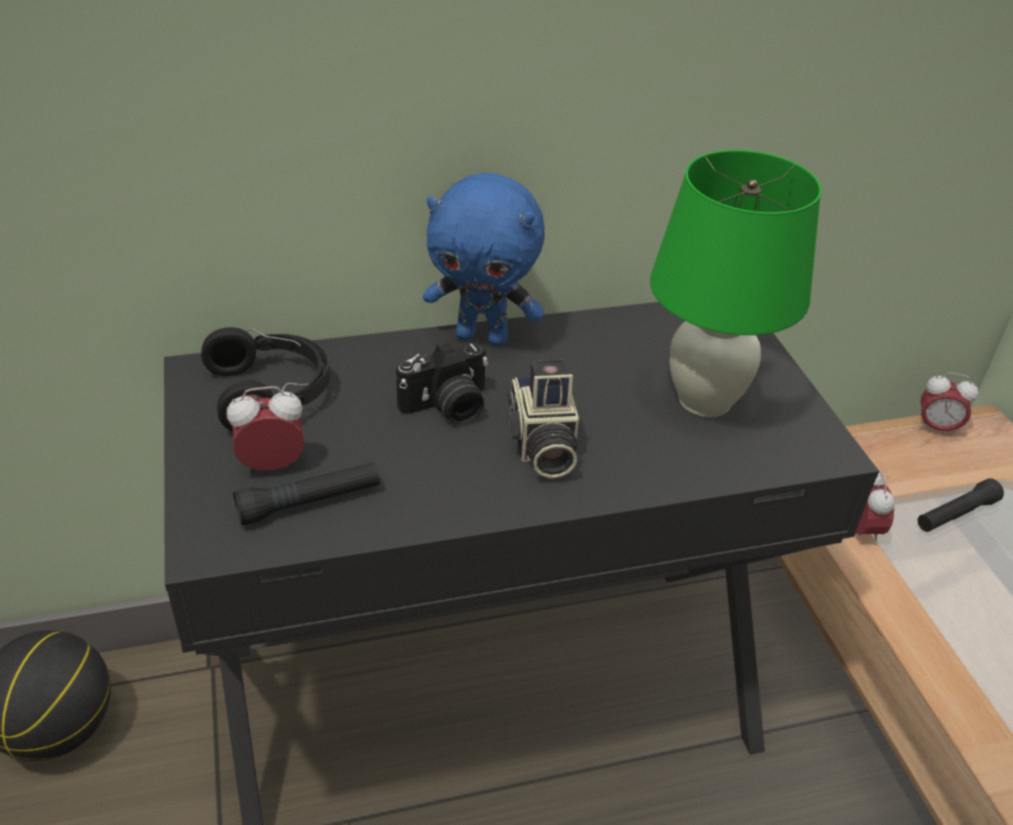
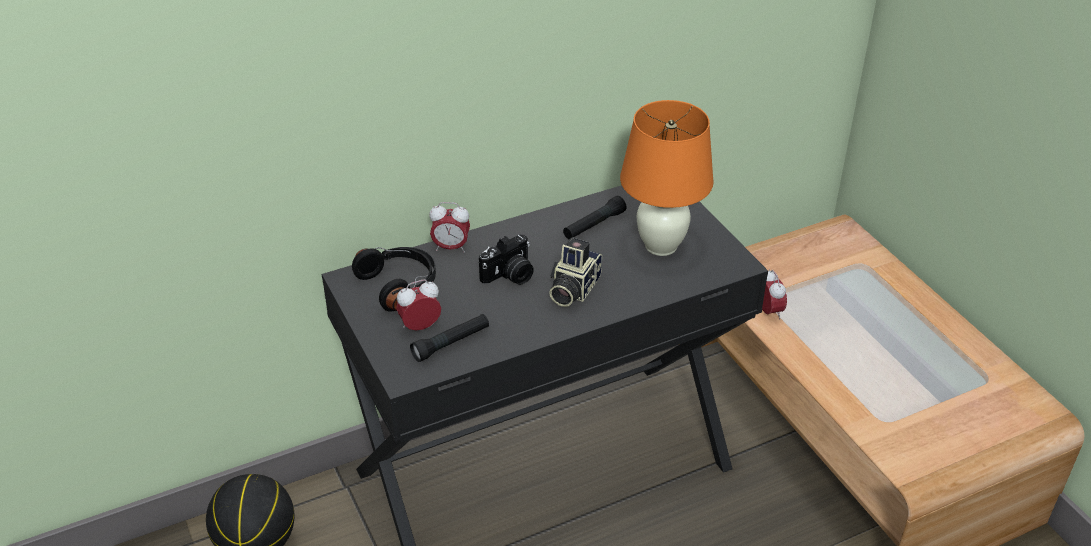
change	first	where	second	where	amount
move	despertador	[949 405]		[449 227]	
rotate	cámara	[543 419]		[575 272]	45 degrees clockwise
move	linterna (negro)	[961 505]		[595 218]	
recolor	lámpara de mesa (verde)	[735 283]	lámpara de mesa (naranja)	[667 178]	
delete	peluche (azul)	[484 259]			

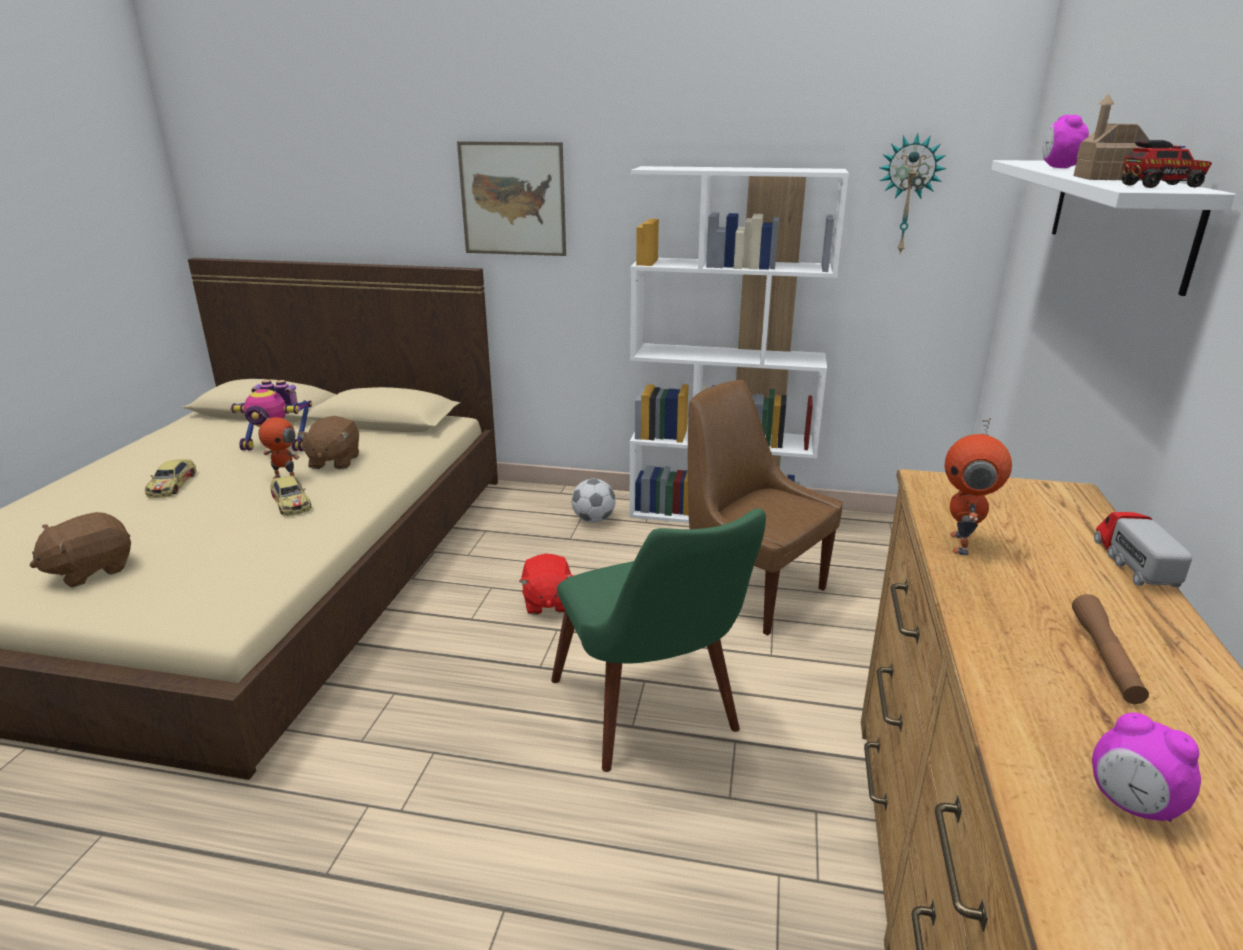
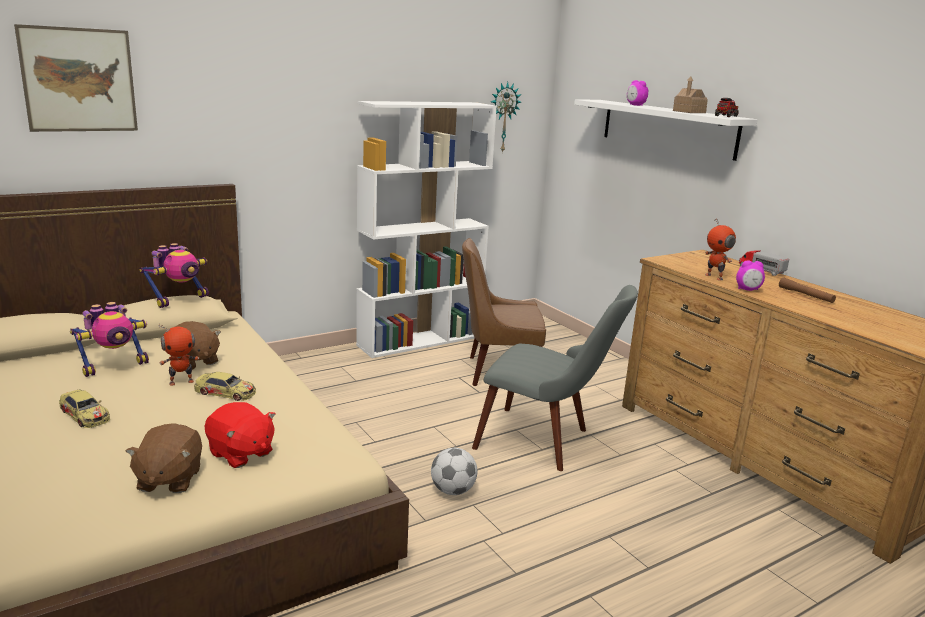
change	first	where	second	where	amount
move	cuadro	[511 198]		[76 78]	
insert			robot de juguete	[174 275]	
move	peluche (rojo)	[546 584]		[240 435]	
move	balón de fútbol	[593 501]		[454 471]	
recolor	silla (verde)	[658 640]	silla (gris)	[555 378]	
move	despertador	[1146 767]		[750 276]	

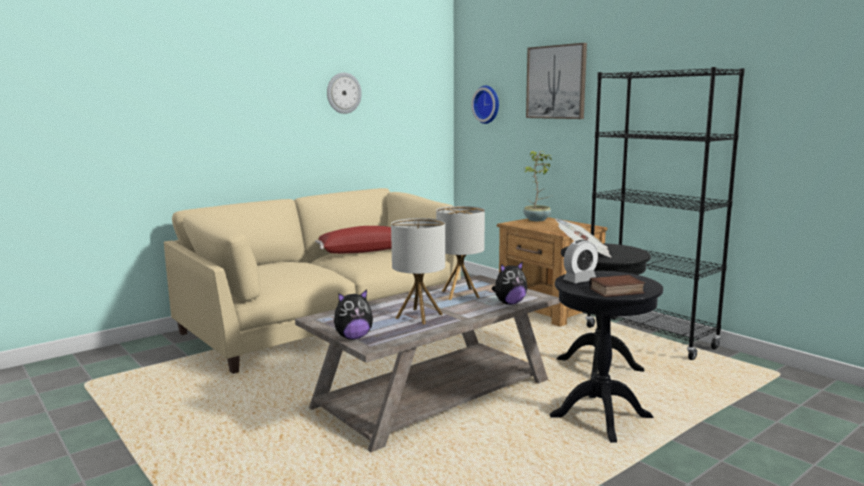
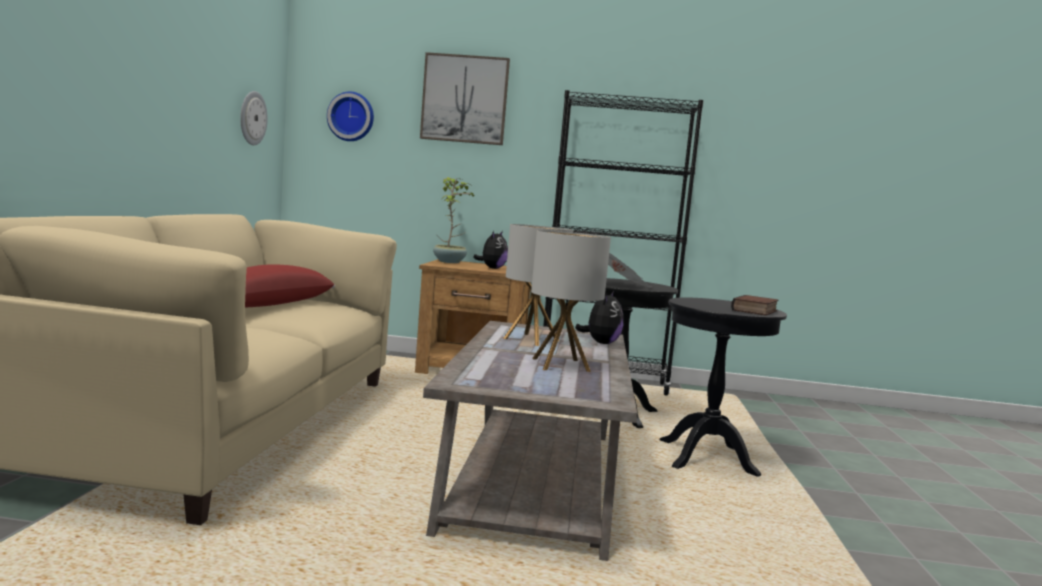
change	first	where	second	where	amount
move	reloj de pared	[344 93]		[254 118]	
move	peluche	[353 314]		[490 250]	
delete	despertador	[580 261]			

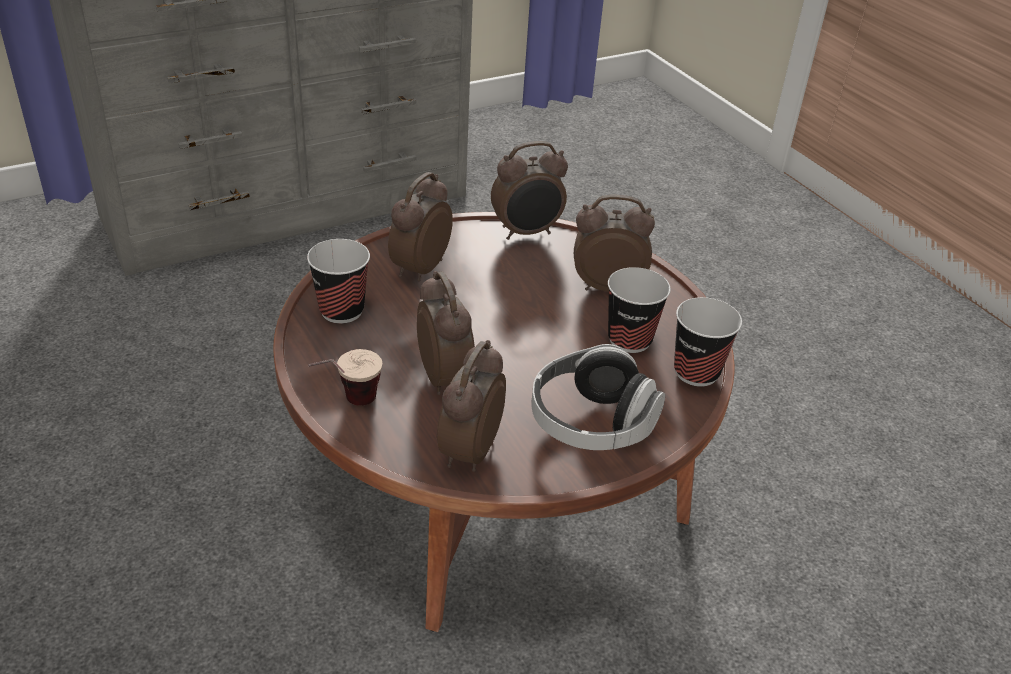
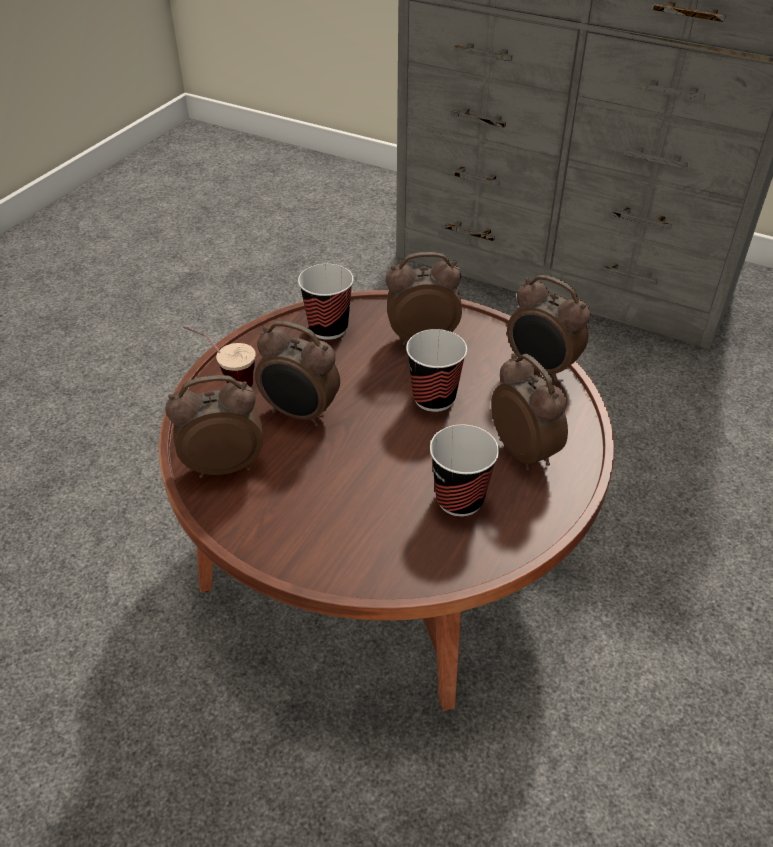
change	first	where	second	where	amount
rotate	despertador	[446 333]		[297 374]	75 degrees clockwise
move	taza	[708 342]		[436 370]	
delete	auriculares	[598 397]			

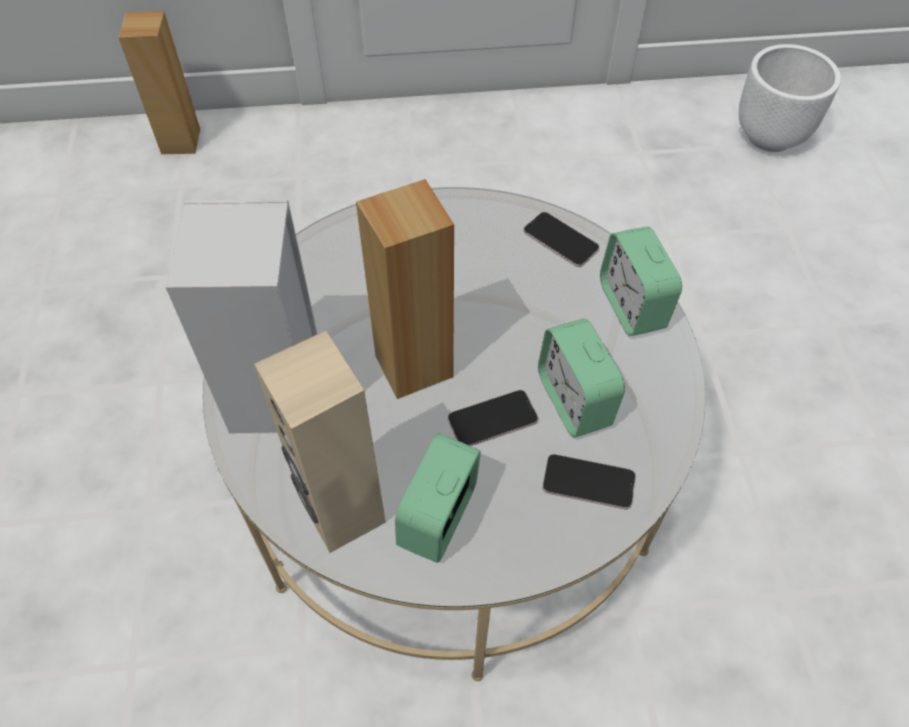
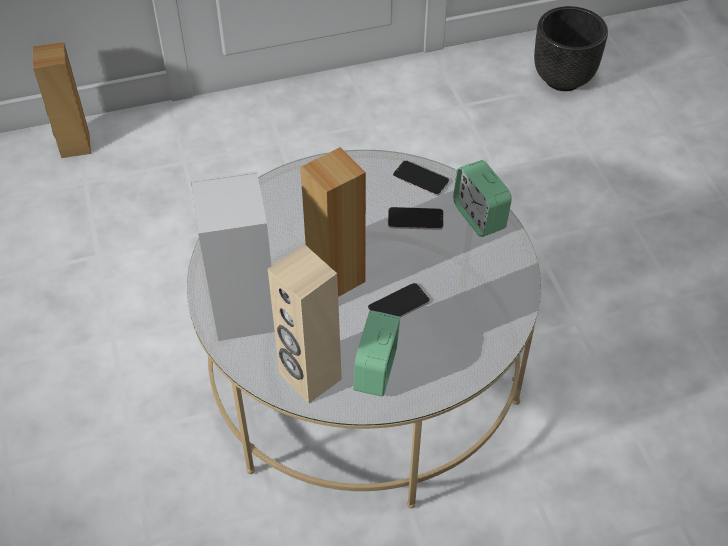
change	first	where	second	where	amount
move	móvil	[589 481]		[416 218]	
recolor	maceta (blanco)	[790 98]	maceta (negro)	[571 48]	
delete	despertador	[581 378]			

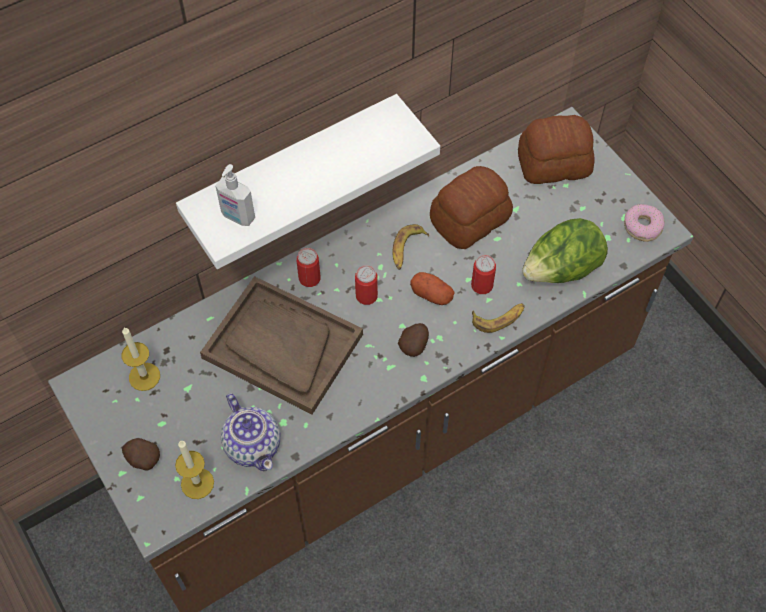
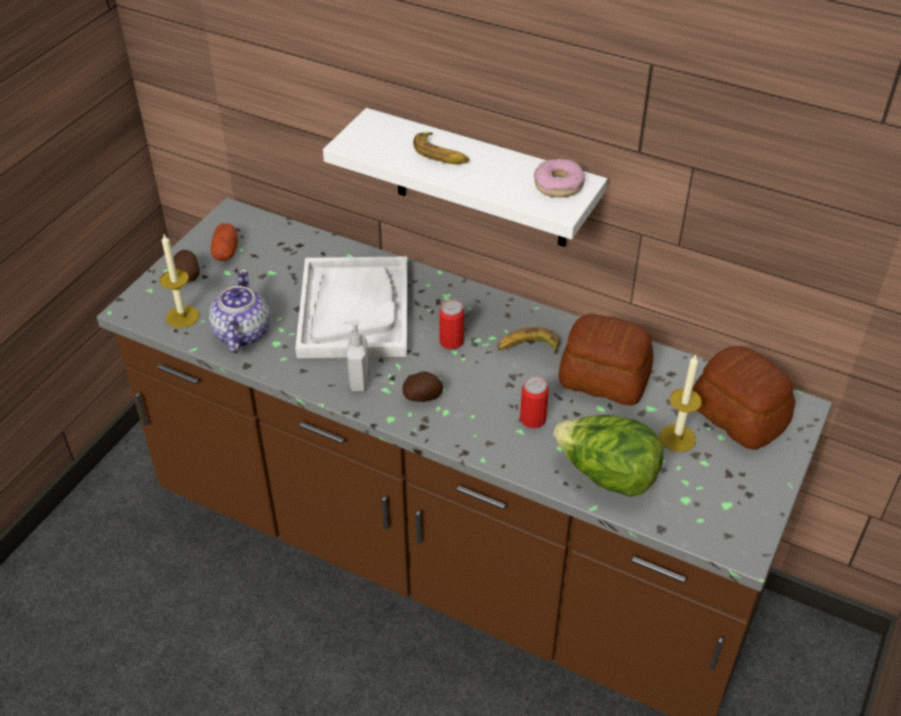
change	first	where	second	where	amount
rotate	tetera	[251 432]		[239 311]	150 degrees clockwise
move	patata	[432 288]		[224 242]	
recolor	bandeja (marrón)	[281 345]	bandeja (blanco)	[351 307]	
move	dispensador de jabón	[235 195]		[356 355]	
move	plátano	[498 318]		[441 148]	
move	rosquilla	[644 223]		[559 178]	
move	vela	[140 359]		[681 403]	
delete	lata	[308 267]			

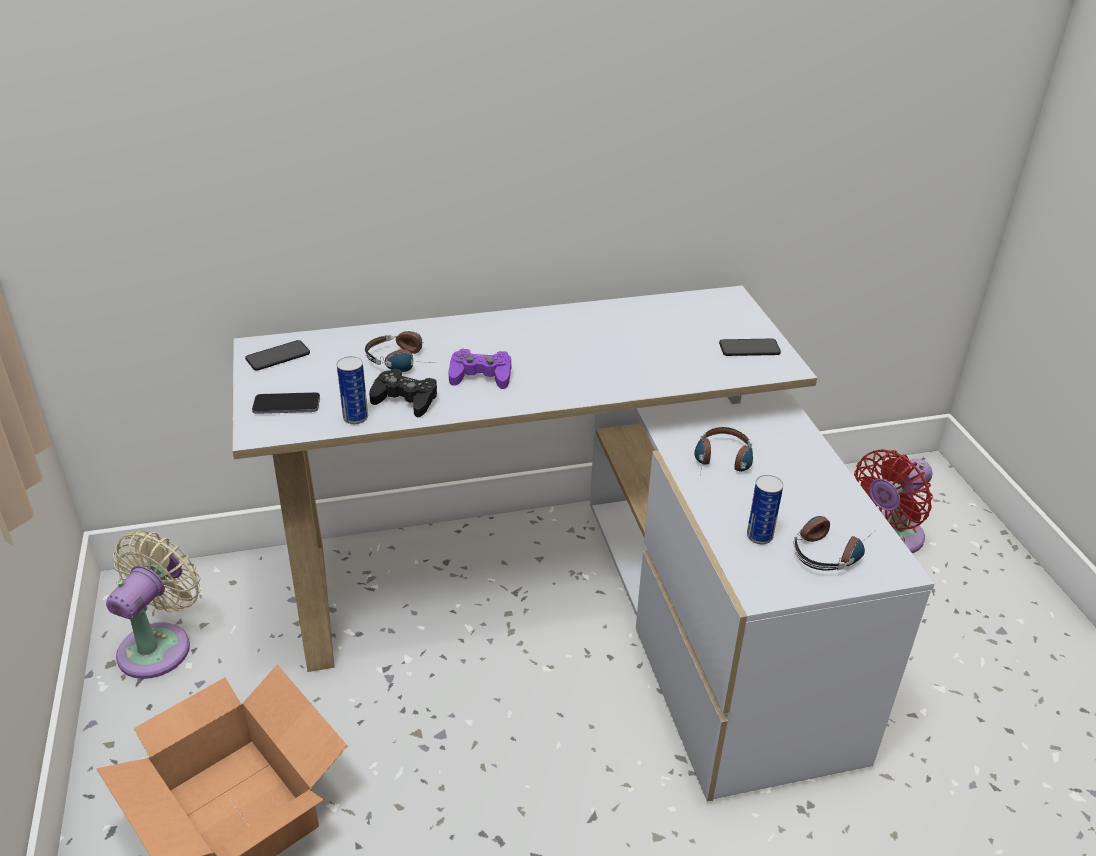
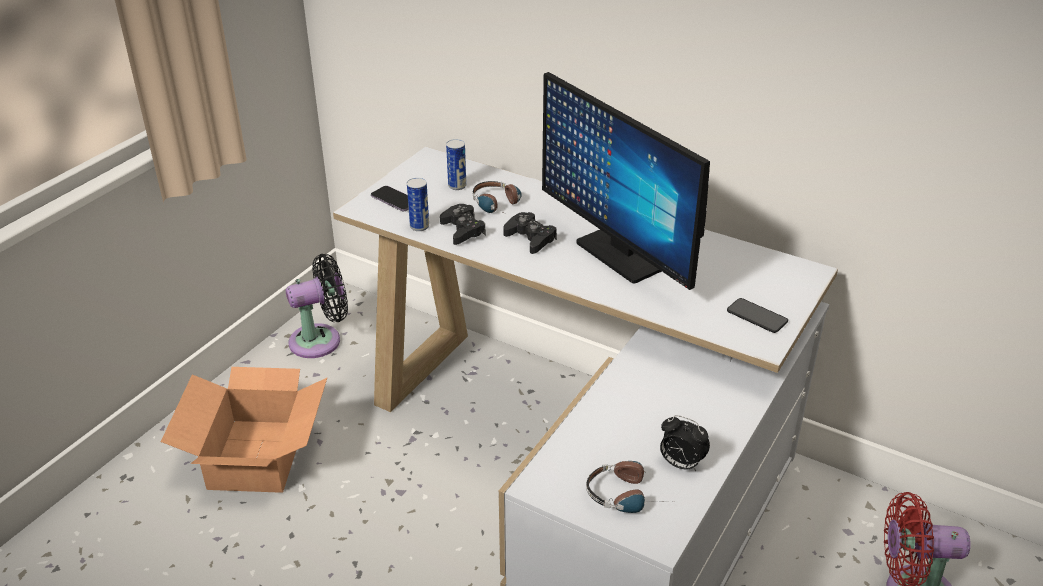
change	first	where	second	where	amount
recolor	ventilador (beis)	[153 605]	ventilador (negro)	[317 306]	
move	lata	[765 509]		[456 164]	
recolor	mando de consola (morado)	[480 369]	mando de consola (negro)	[530 233]	
insert			monitor	[626 181]	
insert			despertador	[685 443]	
delete	móvil	[277 355]			
delete	auriculares	[723 450]			

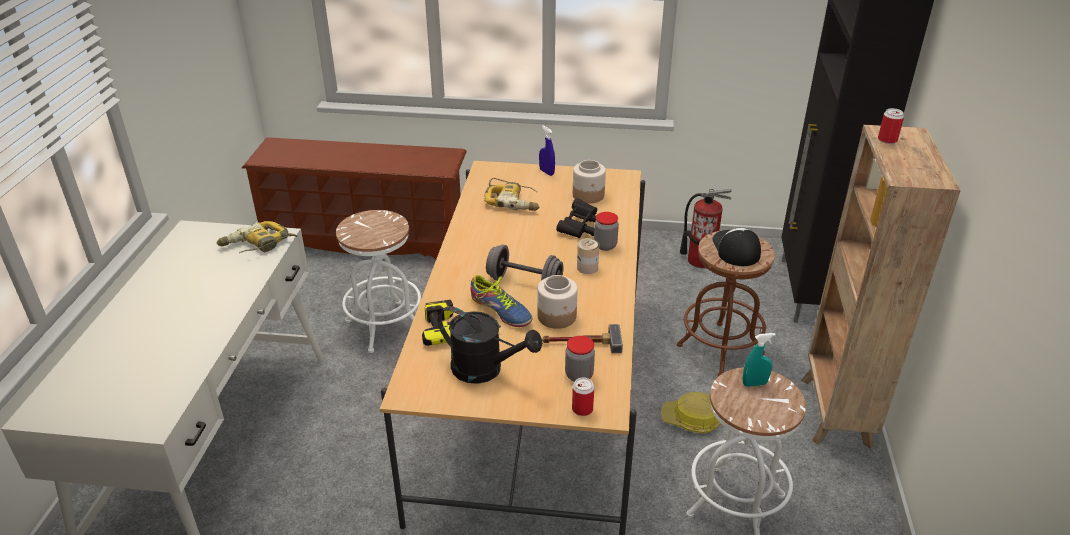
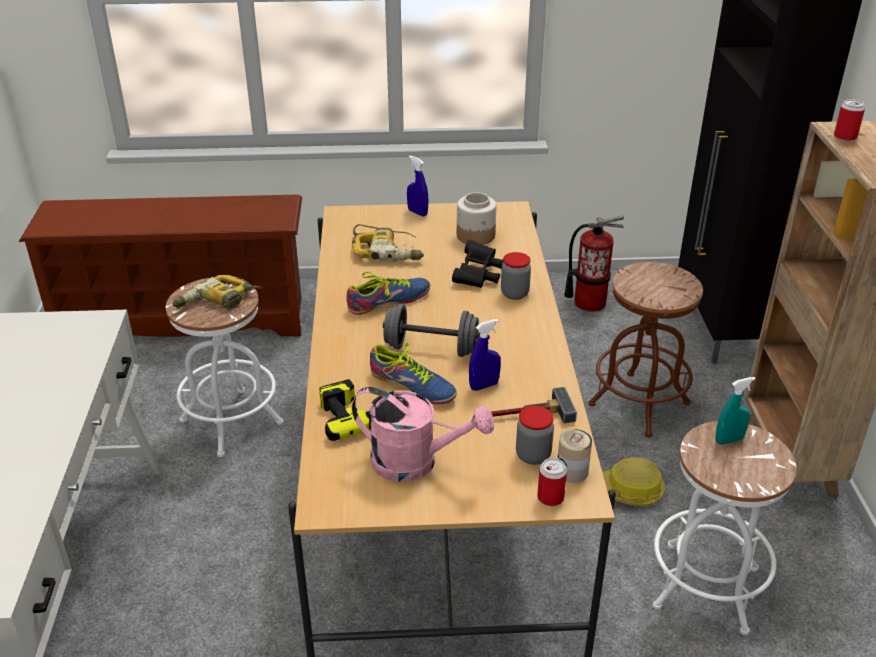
change	first	where	second	where	amount
move	taladro	[256 237]		[217 294]	
insert			zapato	[388 293]	
recolor	regadera (negro)	[490 345]	regadera (rosa)	[423 434]	
replace	tarro	[557 302]	pulverizador (azul)	[485 355]	
move	lata	[588 256]		[574 456]	
delete	gorra	[736 247]			

